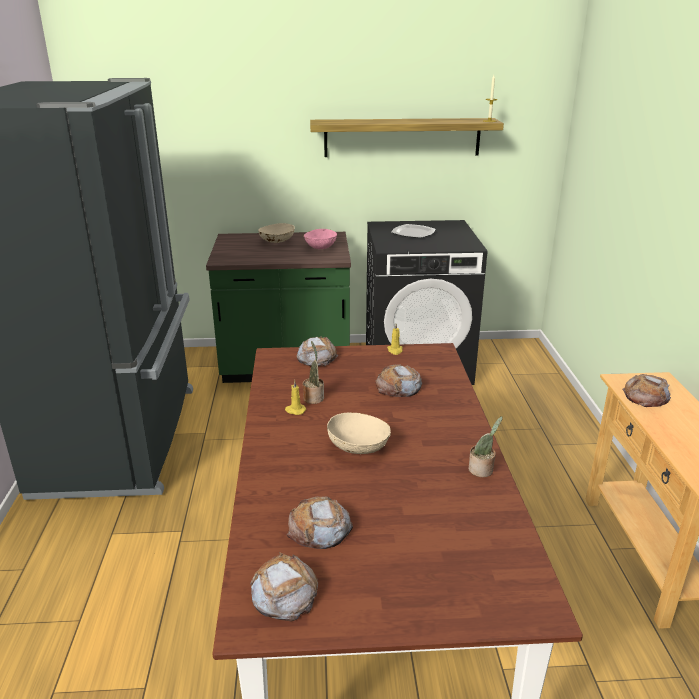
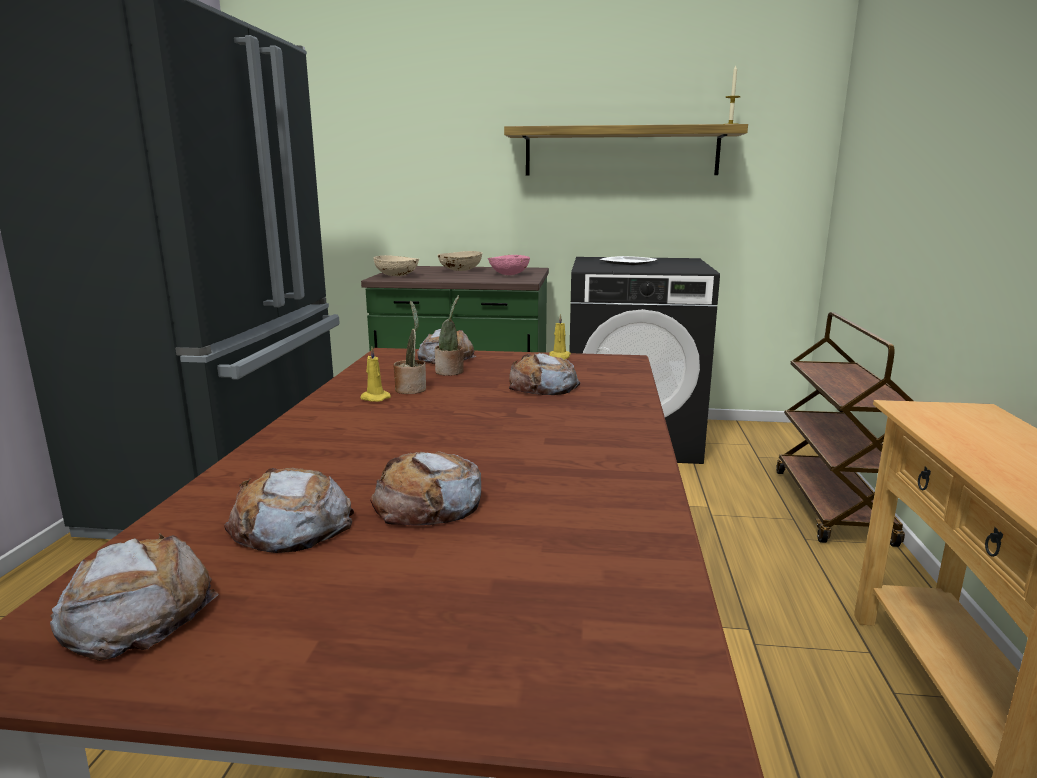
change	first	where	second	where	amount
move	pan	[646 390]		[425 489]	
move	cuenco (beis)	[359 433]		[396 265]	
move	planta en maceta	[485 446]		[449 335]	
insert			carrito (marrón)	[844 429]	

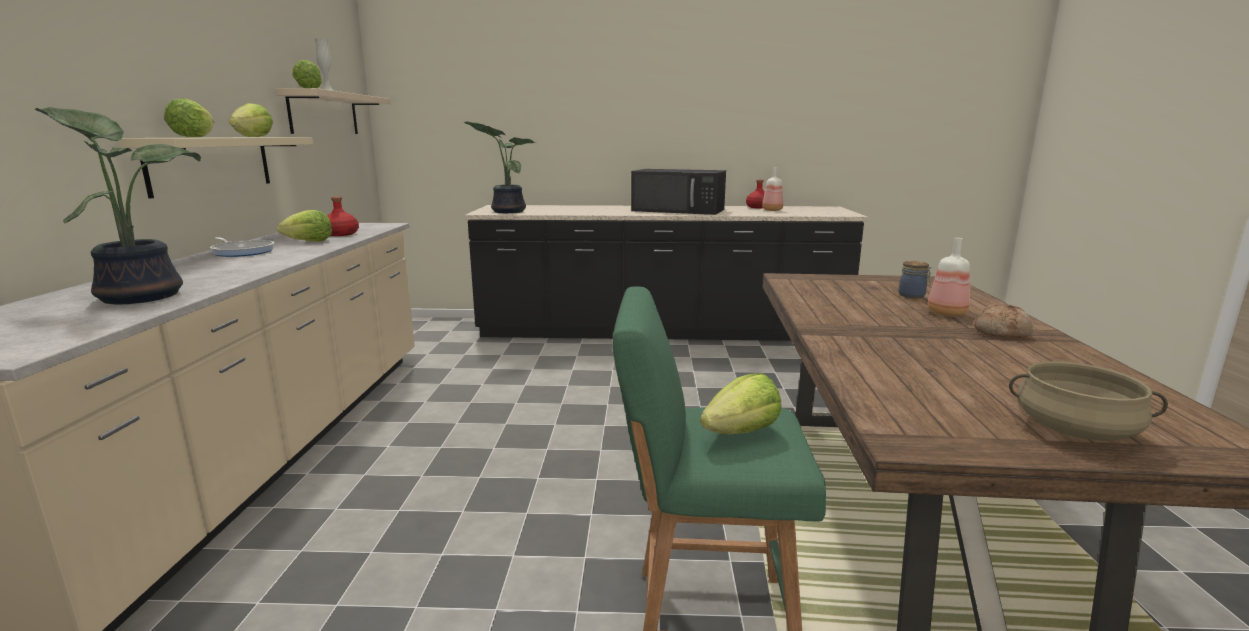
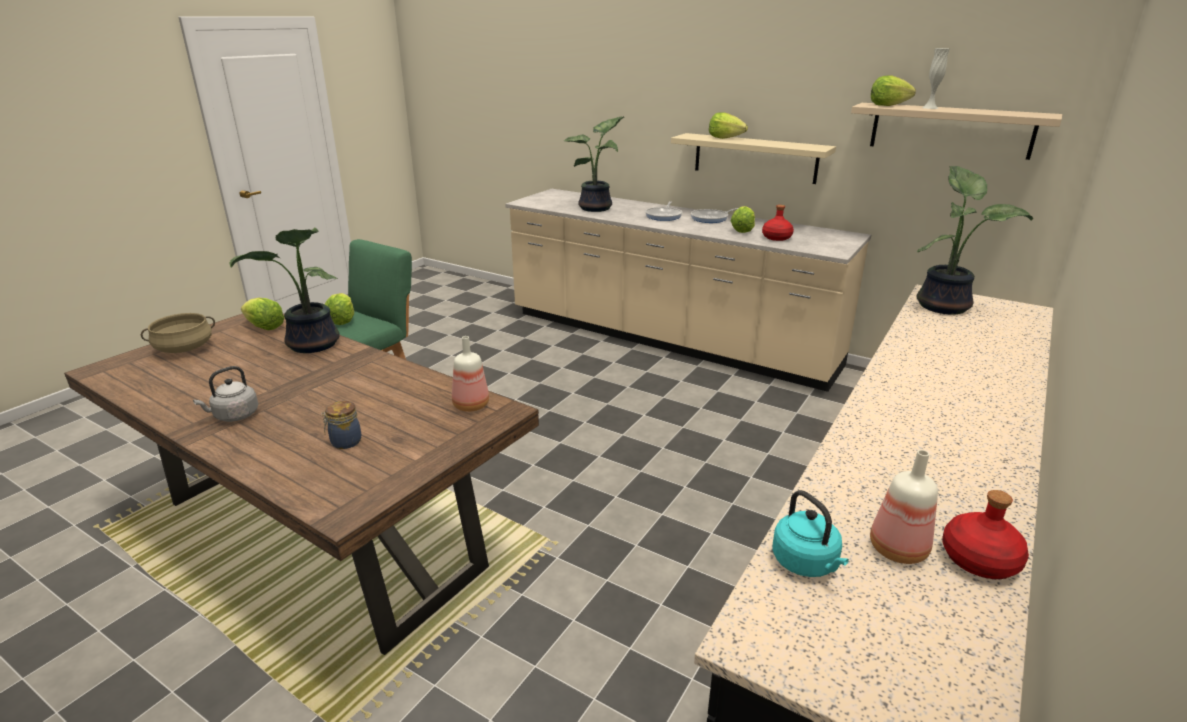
change	first	where	second	where	amount
replace	pan	[1003 321]	hervidor (gris)	[225 394]	
insert			planta en maceta	[284 290]	
move	lechuga	[251 120]		[263 314]	
move	botella	[949 277]		[470 374]	
insert			sartén	[663 211]	
insert			hervidor (turquesa)	[810 533]	
delete	microondas (negro)	[678 192]			

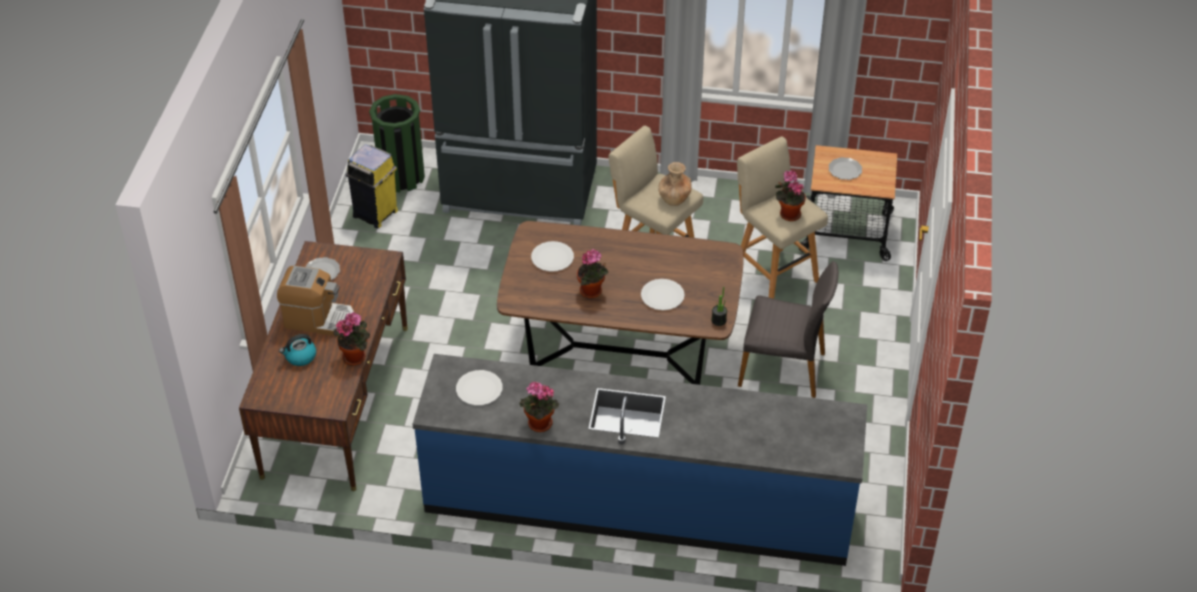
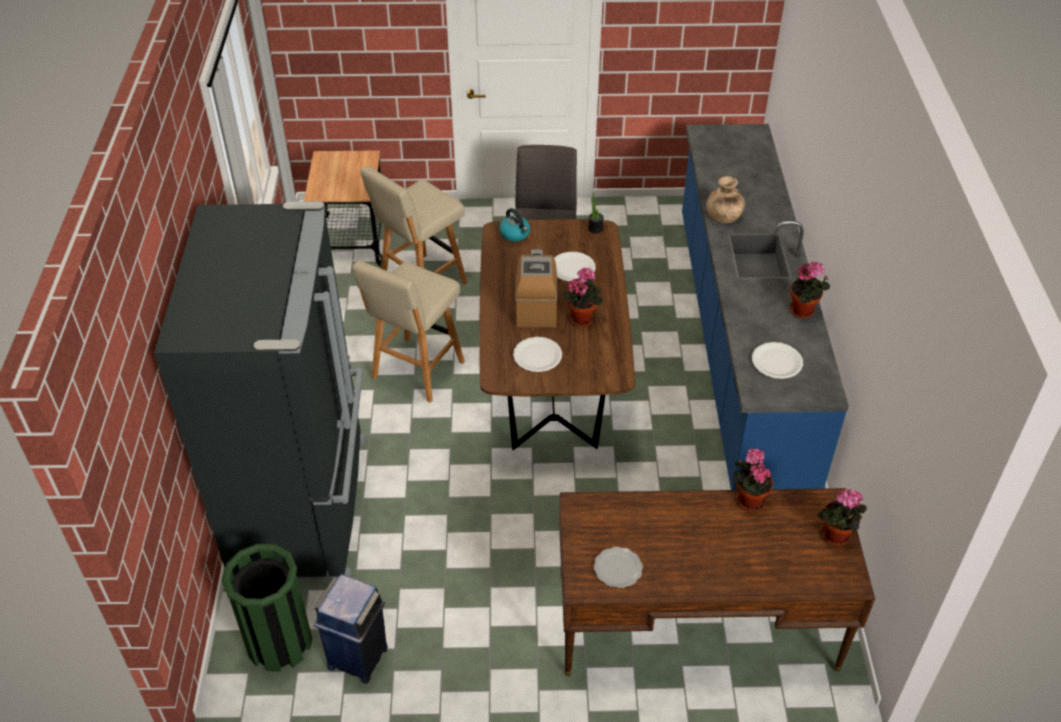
change	first	where	second	where	amount
recolor	papelera (amarillo)	[372 186]	papelera (azul)	[351 629]	
move	hervidor	[297 350]		[514 225]	
move	cafetera	[315 301]		[536 288]	
move	florero (marrón)	[675 184]		[725 199]	
move	planta en maceta	[790 195]		[842 517]	
delete	plato	[845 168]			

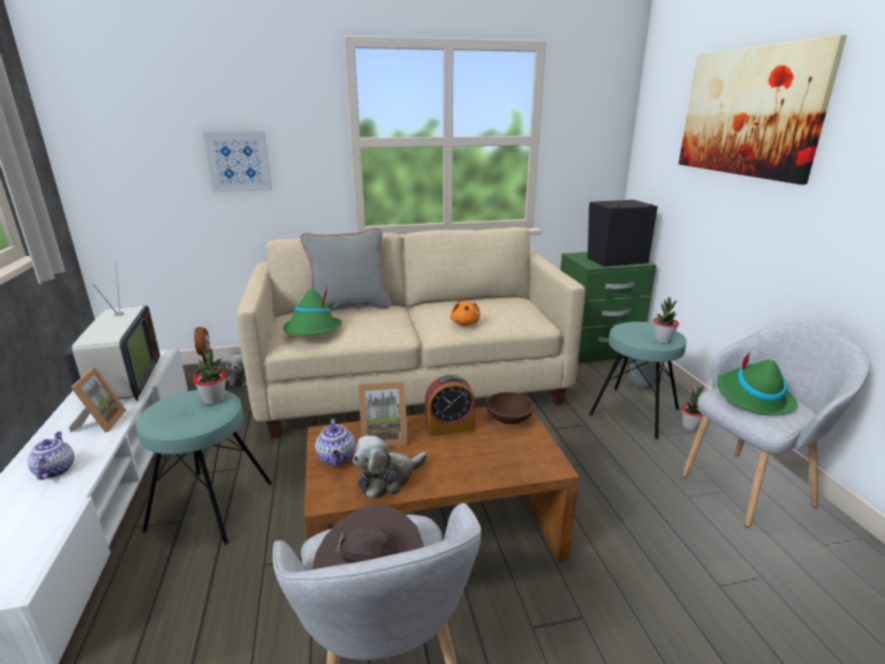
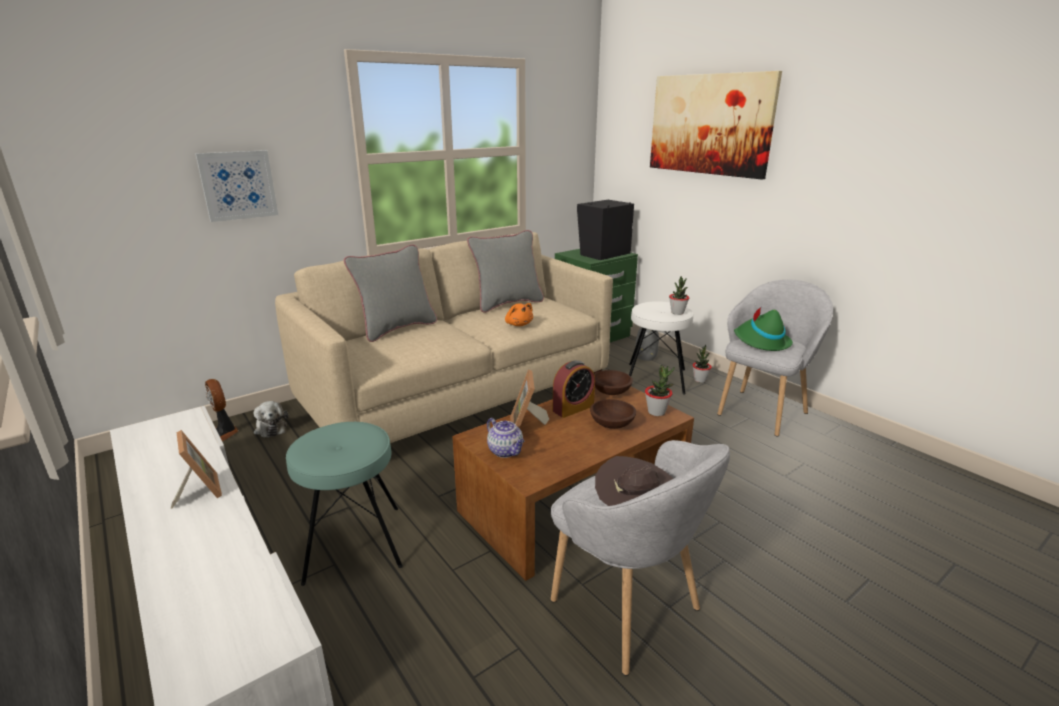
change	first	where	second	where	amount
insert			cojín (gris)	[505 271]	
rotate	portarretratos	[382 413]		[529 399]	120 degrees clockwise
insert			cuenco (marrón)	[613 414]	
recolor	taburete (turquesa)	[638 380]	taburete (blanco)	[661 348]	
move	planta en maceta	[209 376]		[660 390]	
delete	tetera	[50 456]			
delete	televisor	[112 331]			
delete	sombrero (verde)	[312 309]			
delete	peluche	[390 467]			

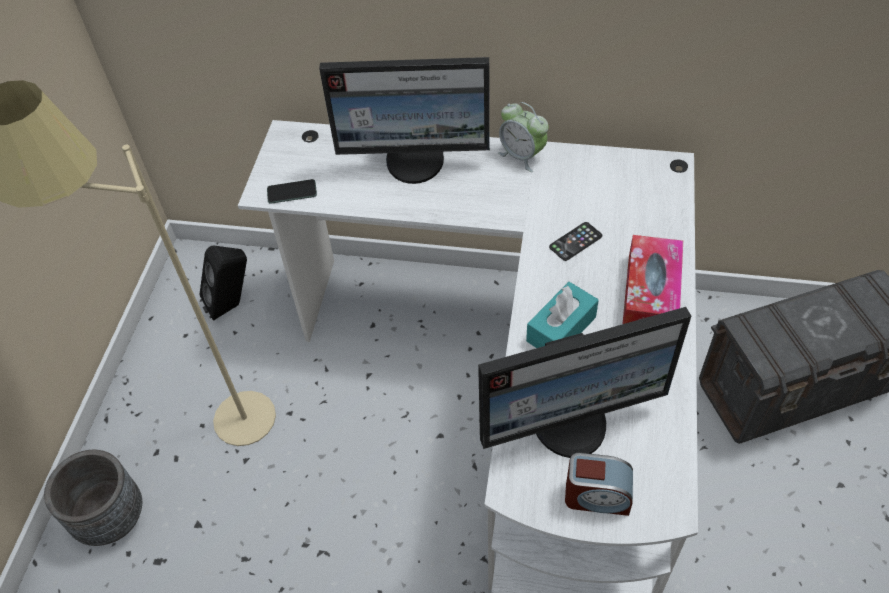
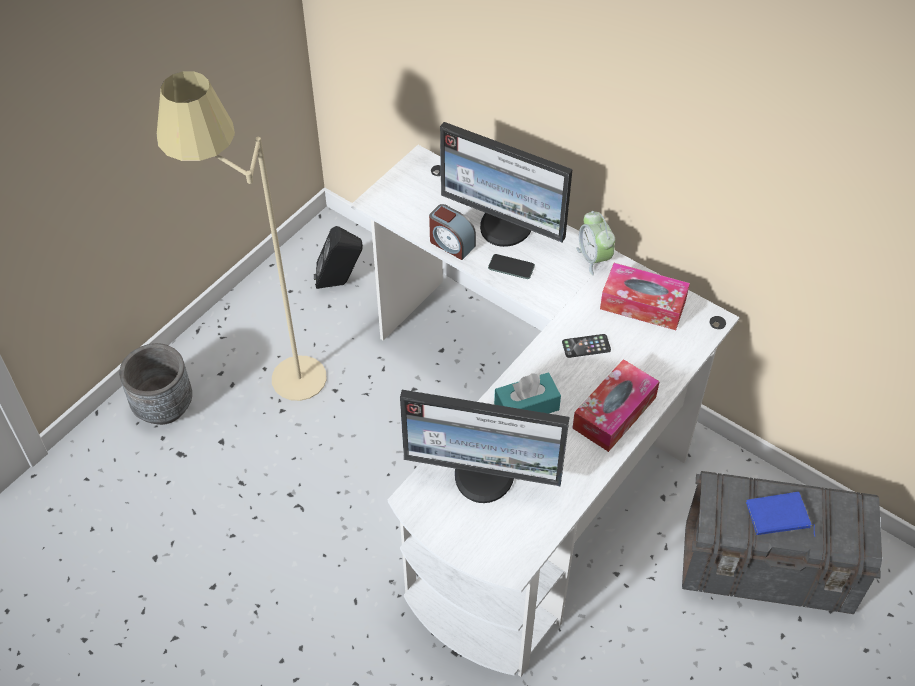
change	first	where	second	where	amount
move	despertador	[599 484]		[452 232]	
move	móvil	[292 191]		[511 266]	
insert			caja de pañuelos	[645 296]	
insert			libro (azul)	[780 514]	

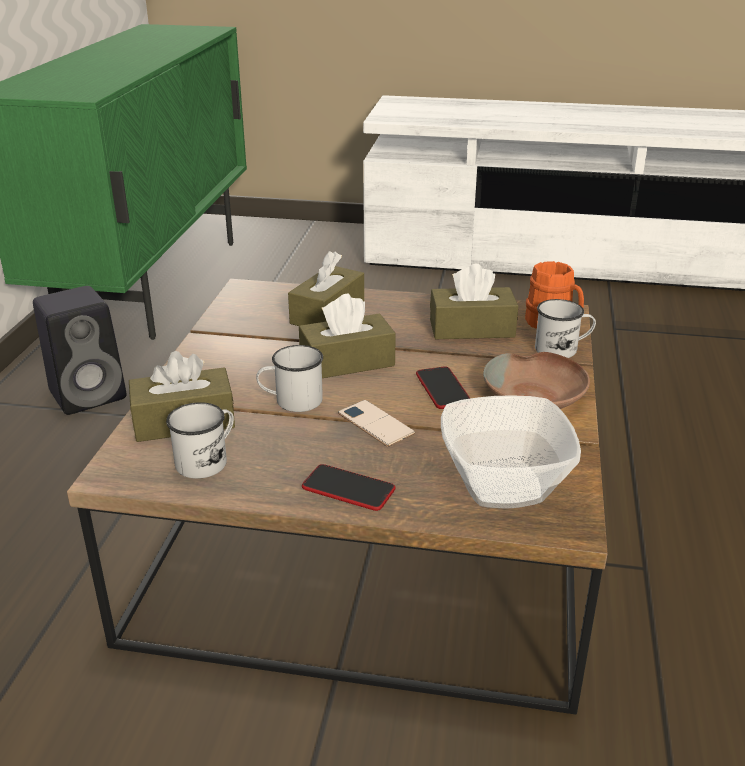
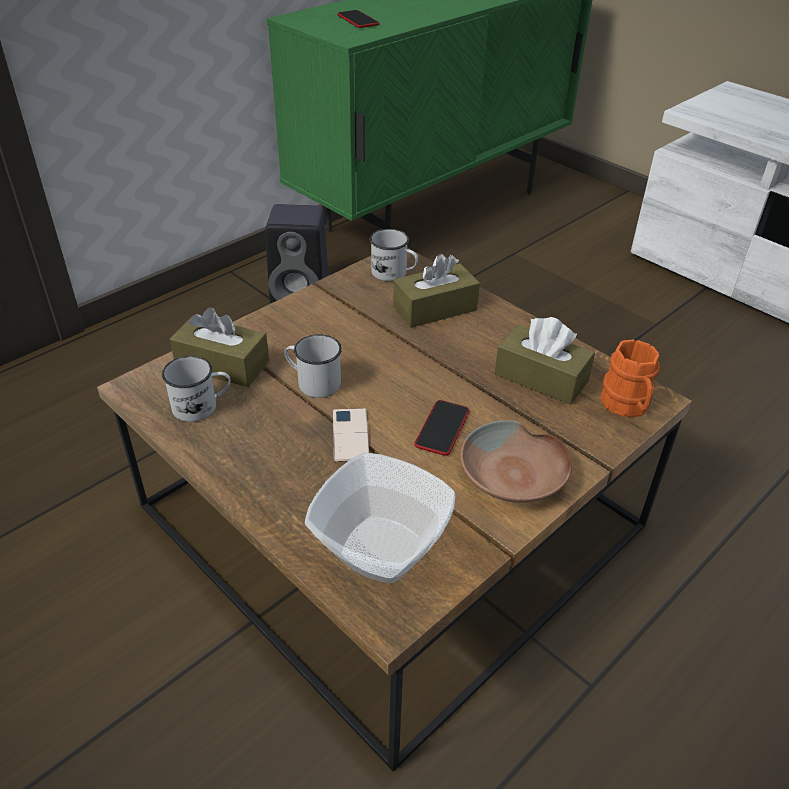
change	first	where	second	where	amount
move	móvil	[349 487]		[358 19]	
move	taza grande (blanco)	[565 328]		[394 255]	
delete	caja de pañuelos (marrón)	[347 336]			

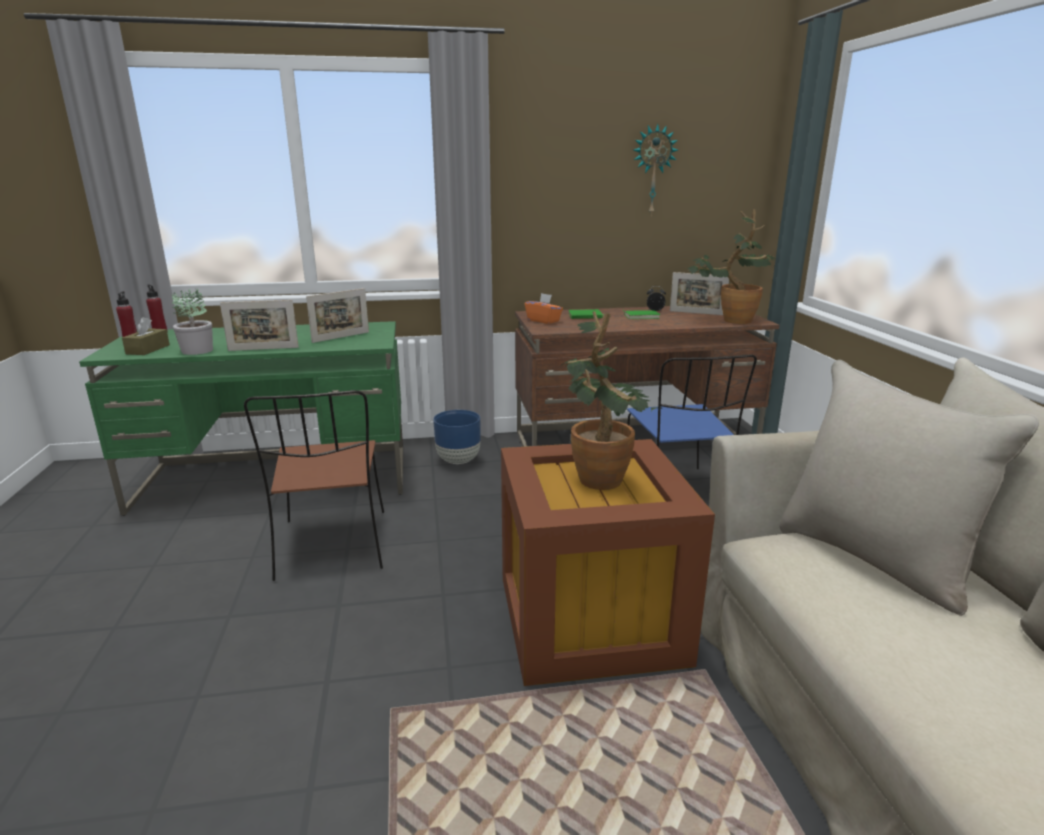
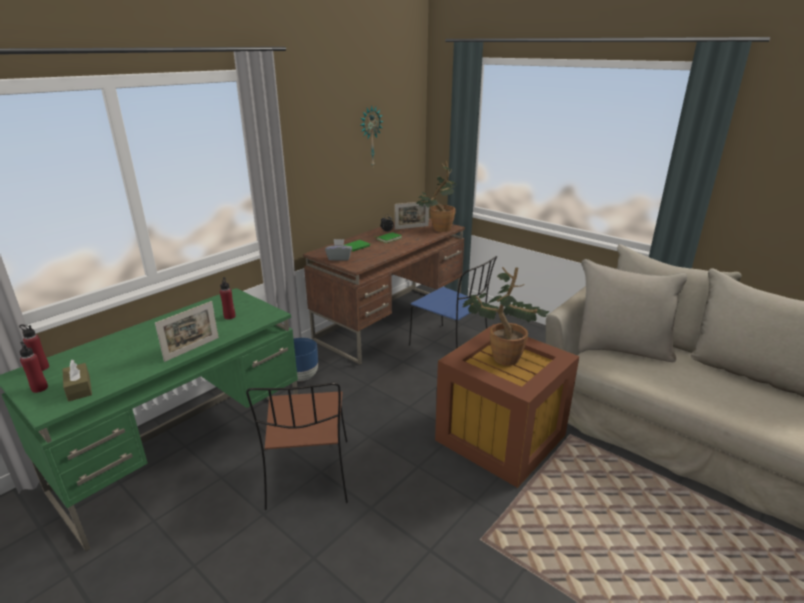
change	first	where	second	where	amount
replace	portarretratos	[337 315]	botella (rojo)	[228 298]	
rotate	silla (marrón)	[314 485]		[297 446]	45 degrees clockwise
recolor	caja de pañuelos (naranja)	[544 308]	caja de pañuelos (gris)	[338 250]	
delete	planta en maceta	[192 321]			

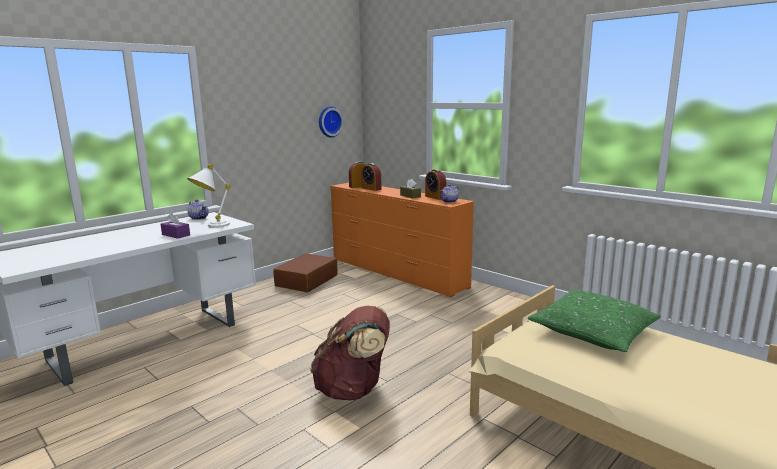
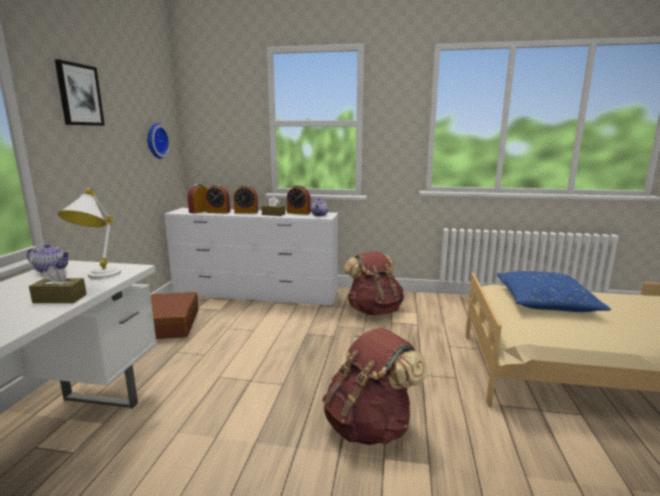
change	first	where	second	where	amount
recolor	caja de pañuelos (morado)	[175 226]	caja de pañuelos (marrón)	[58 284]	
insert			cuadro	[80 92]	
recolor	cómoda (naranja)	[402 240]	cómoda (blanco)	[251 257]	
insert			despertador	[246 199]	
insert			mochila (marrón)	[374 283]	
recolor	cojín (verde)	[594 321]	cojín (azul)	[554 291]	

